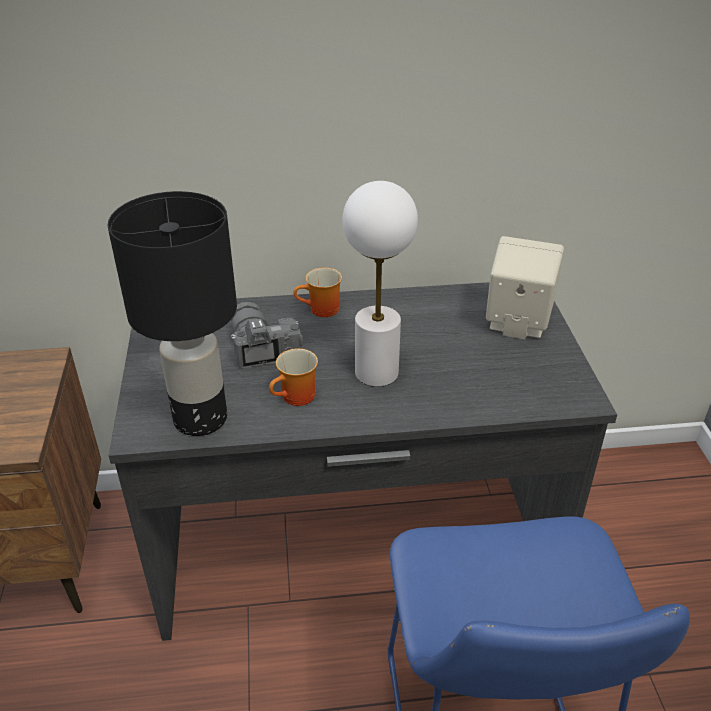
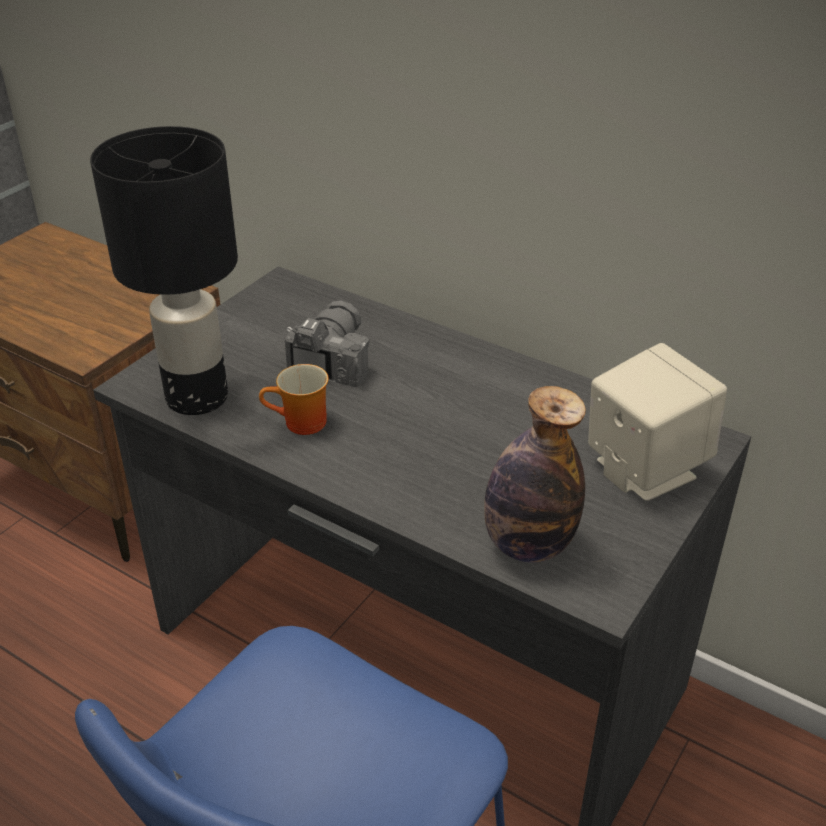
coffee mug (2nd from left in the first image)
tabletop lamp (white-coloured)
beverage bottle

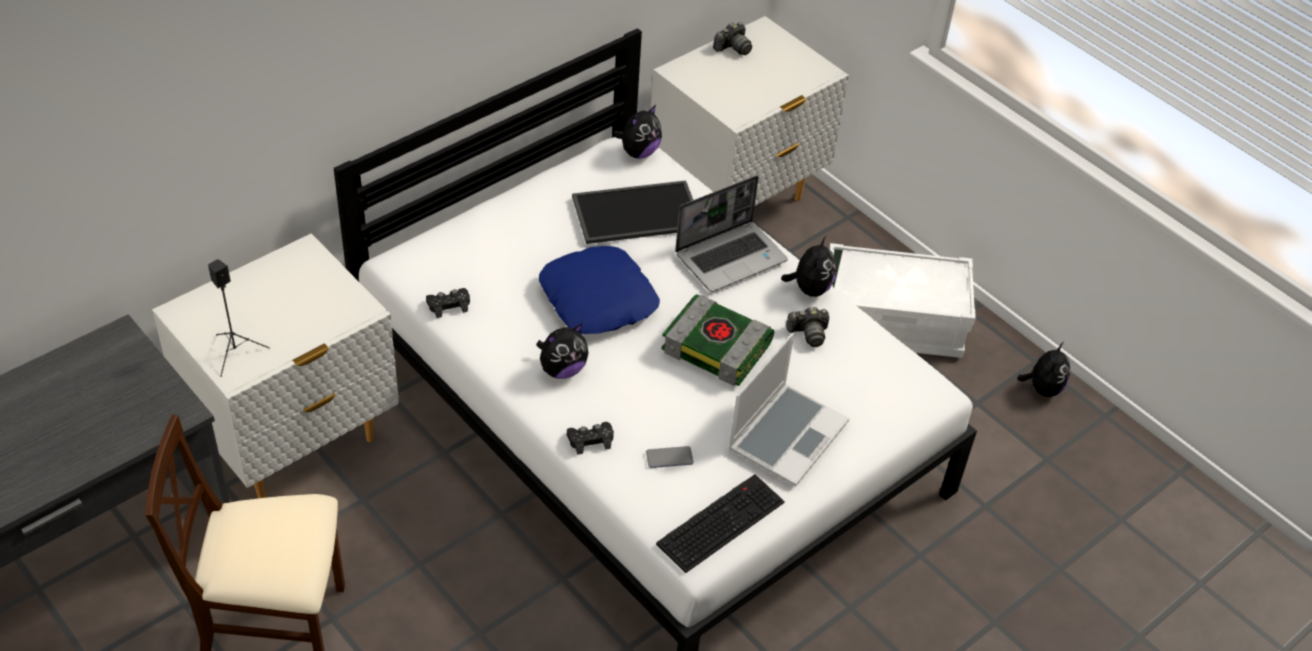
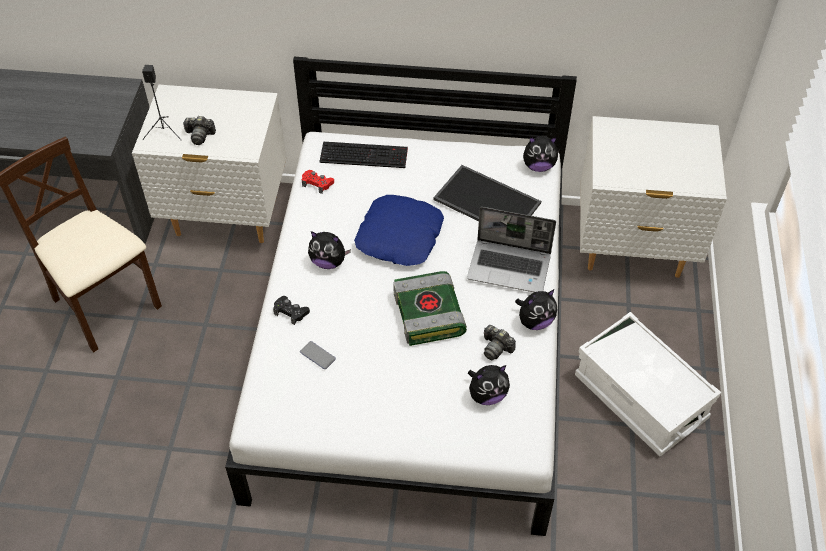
game controller (red-coloured)
PC keyboard
still camera (1st from left)
portable computer (2nd from left in the first image)
cuddly toy (2nd from left)

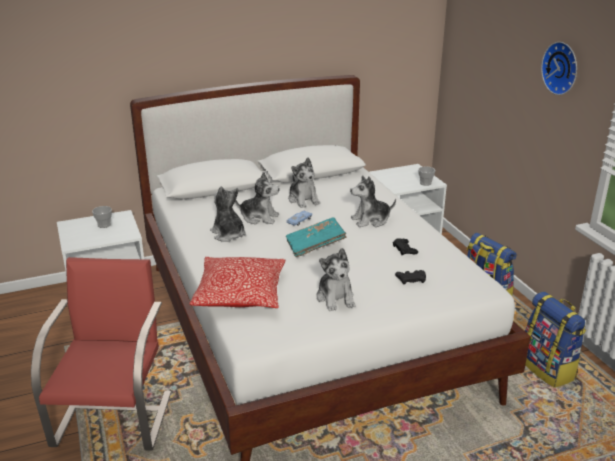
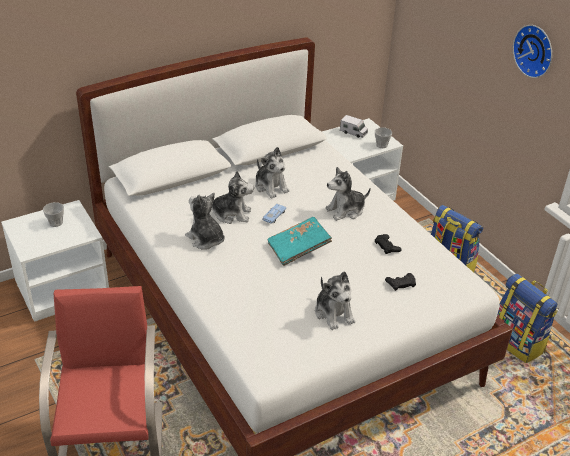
throw pillow
toy lorry

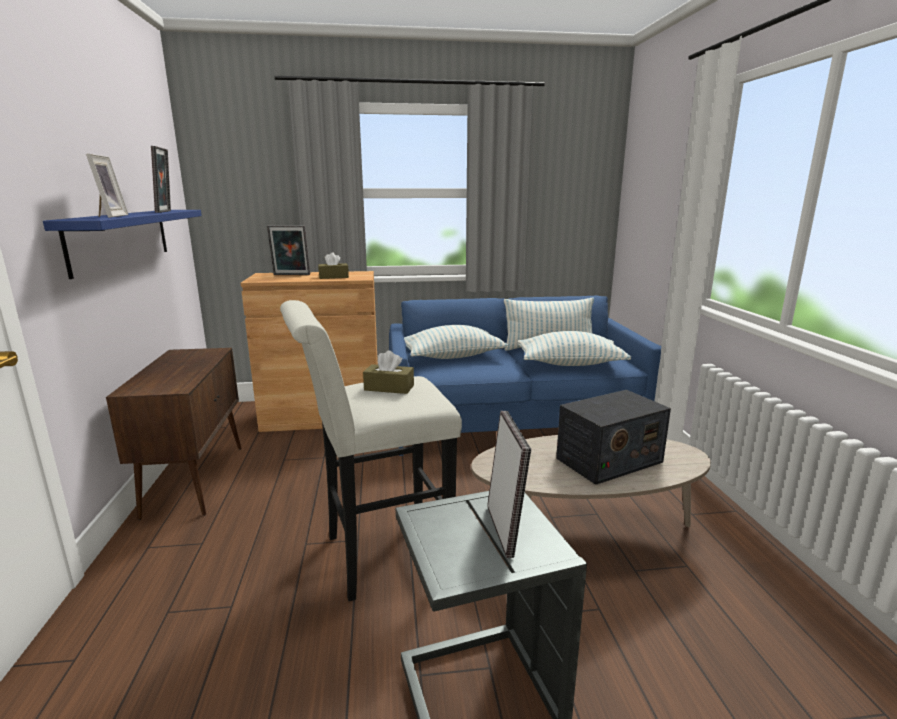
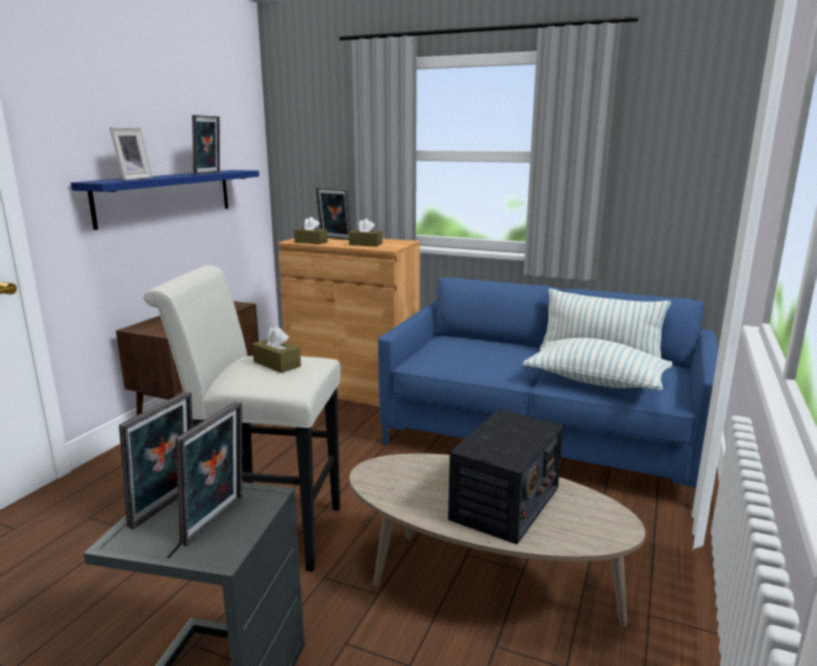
throw pillow (1st from left in the first image)
radio
picture frame (2nd from left)
tissue box (brownish) (2nd from left)

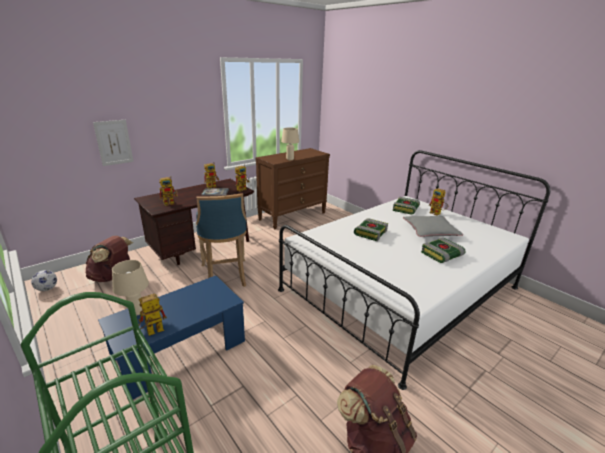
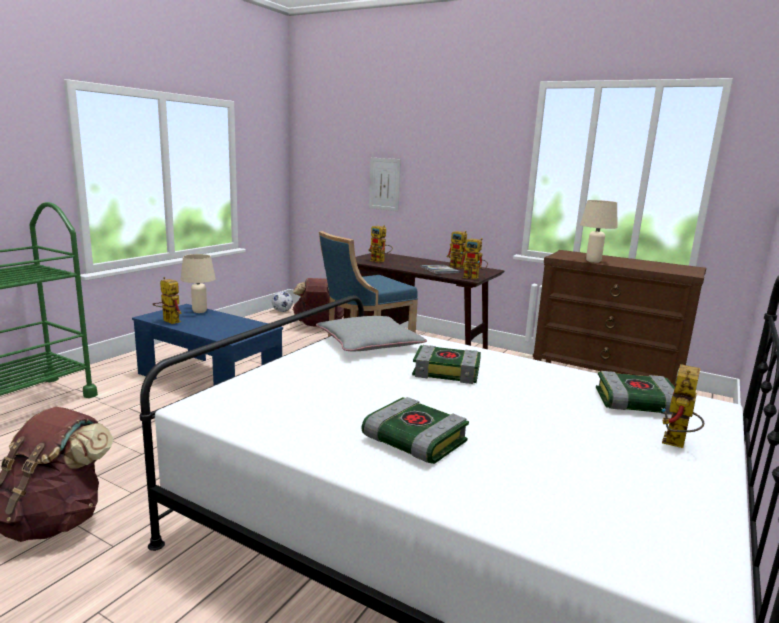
throw pillow (gray)

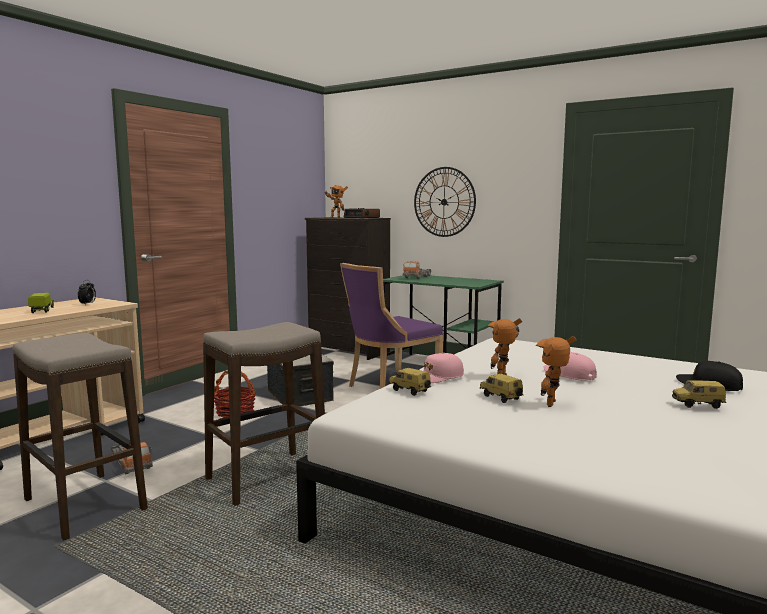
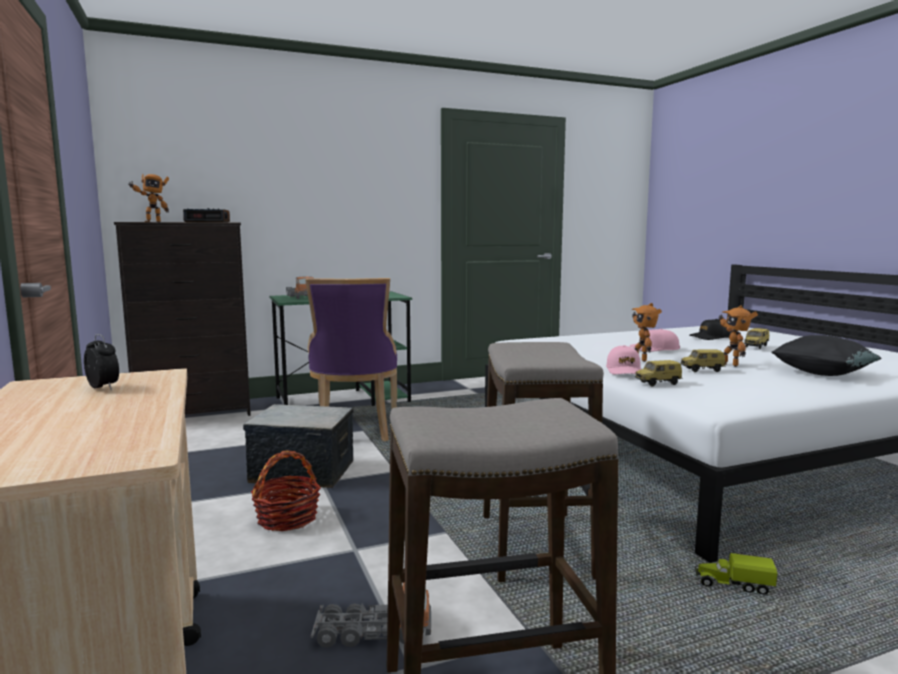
toy lorry (3rd from left)
hanging clock
throw pillow (blackish)

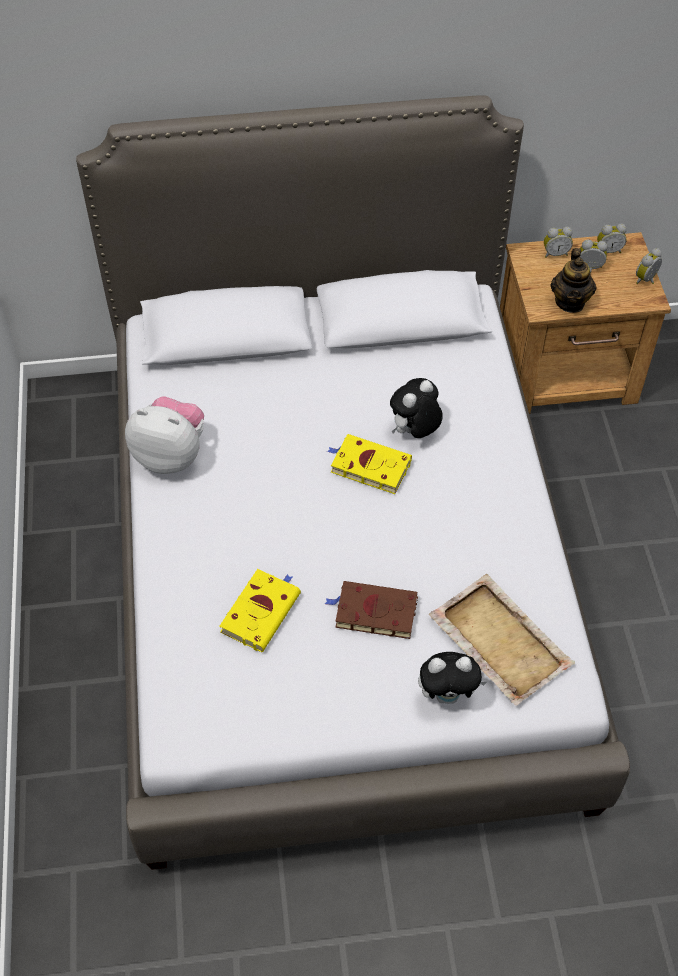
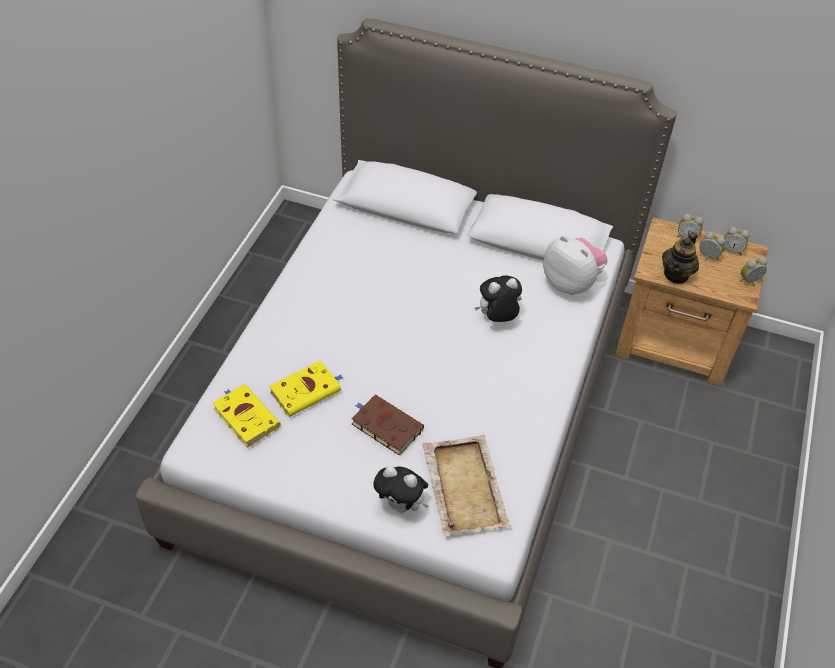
cuddly toy (3rd from left)
book (yellow) (1st from left)

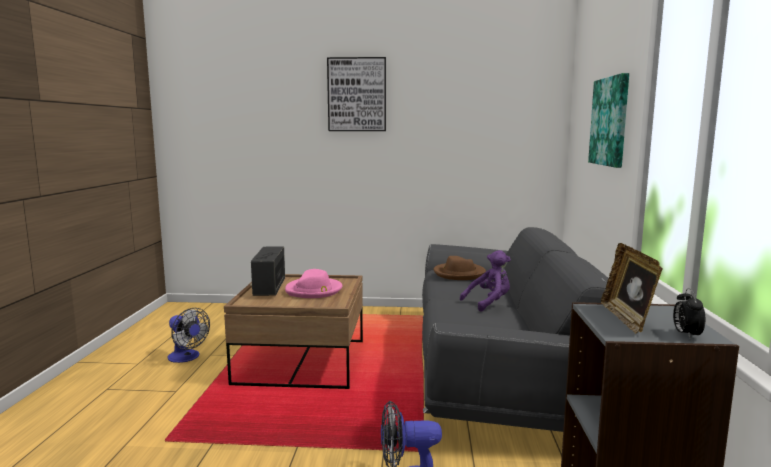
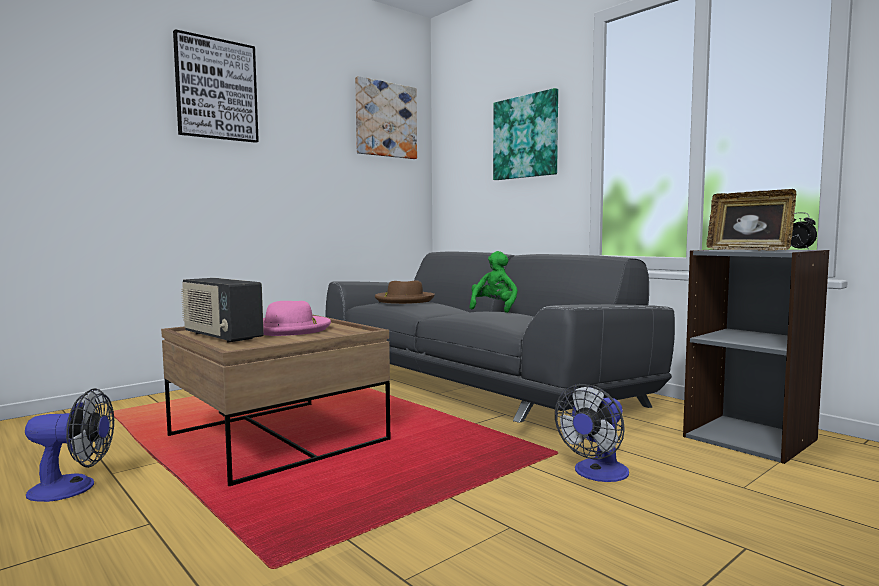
cuddly toy (greenish)
wall picture (2nd from left)

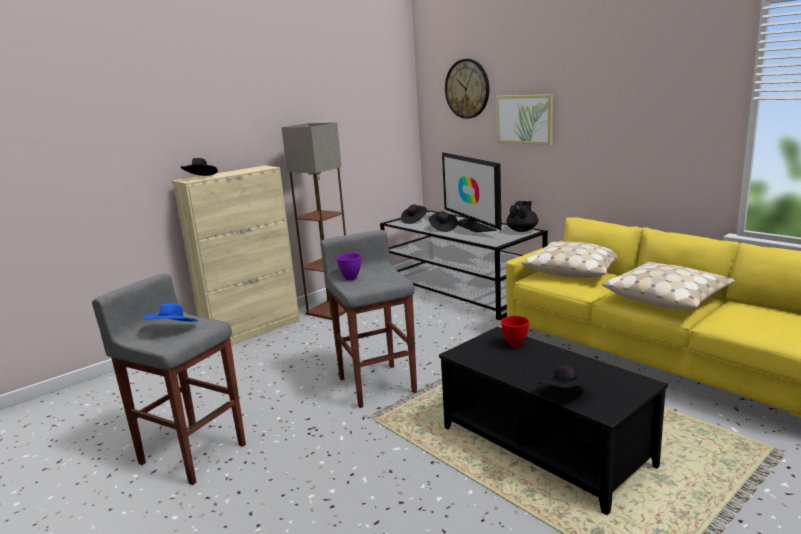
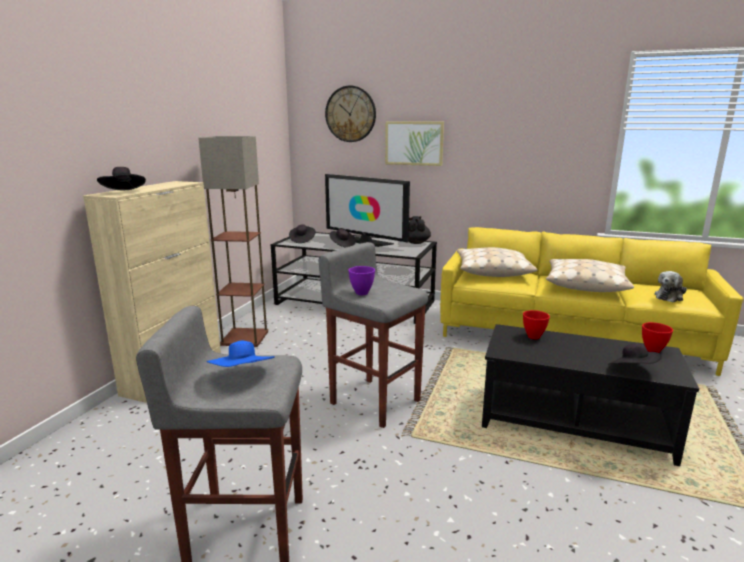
bowl (red-coloured) (2nd from left)
cuddly toy

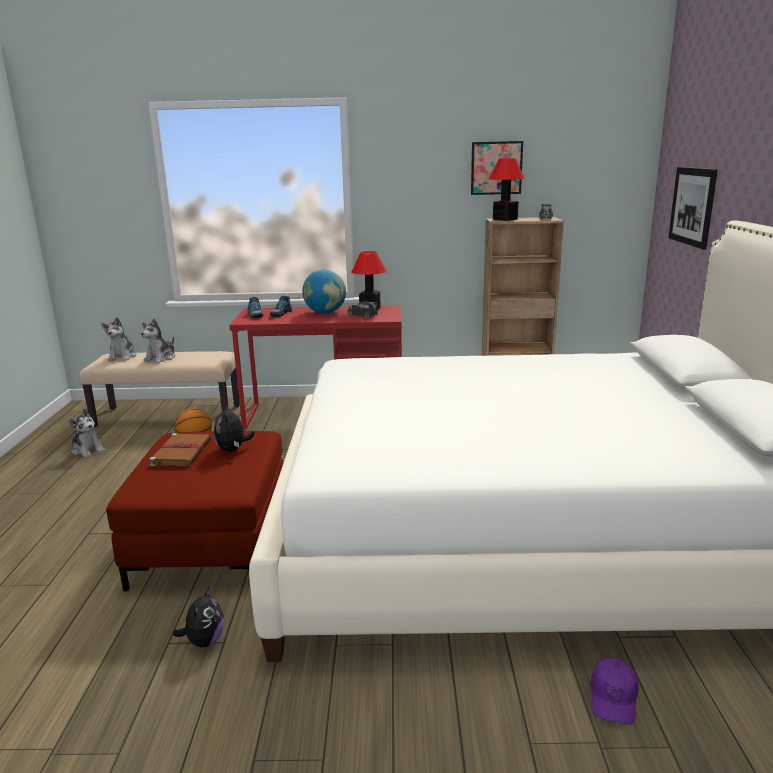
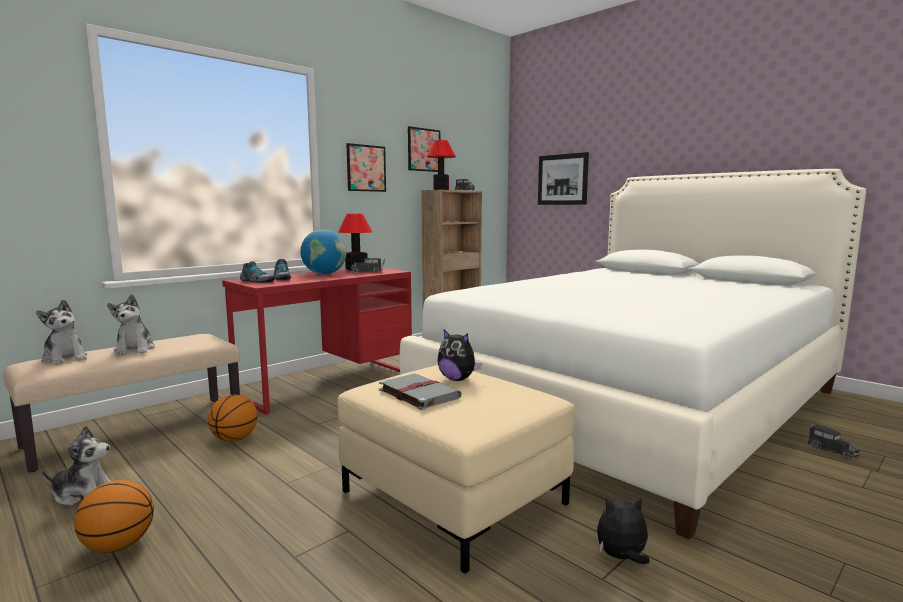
pouffe (beige)
book (gray)
cuddly toy (5th from left)
toy lorry (3rd from left)
basketball (1st from left)
wall picture (1st from left)

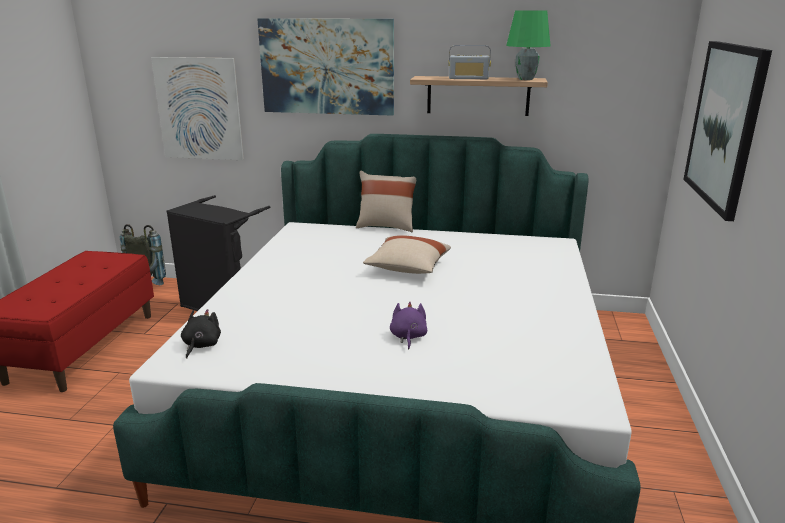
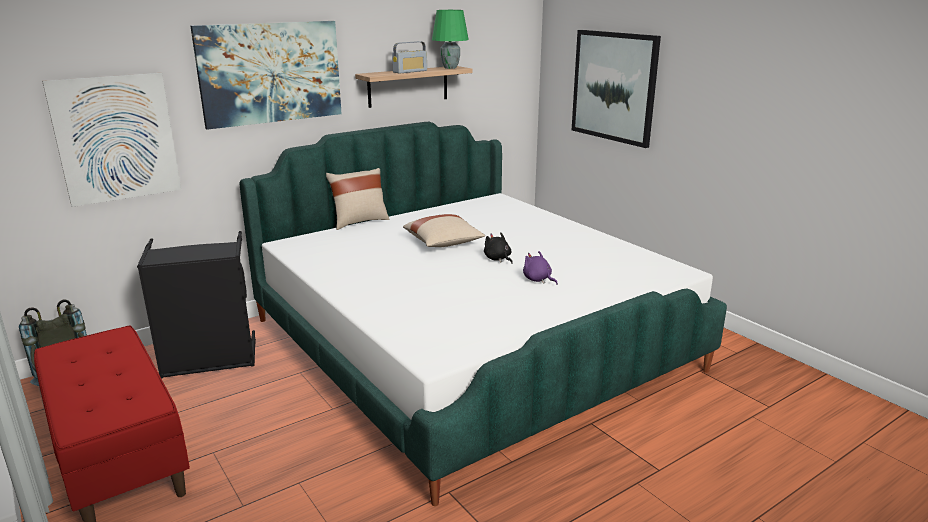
cuddly toy (blackish)

